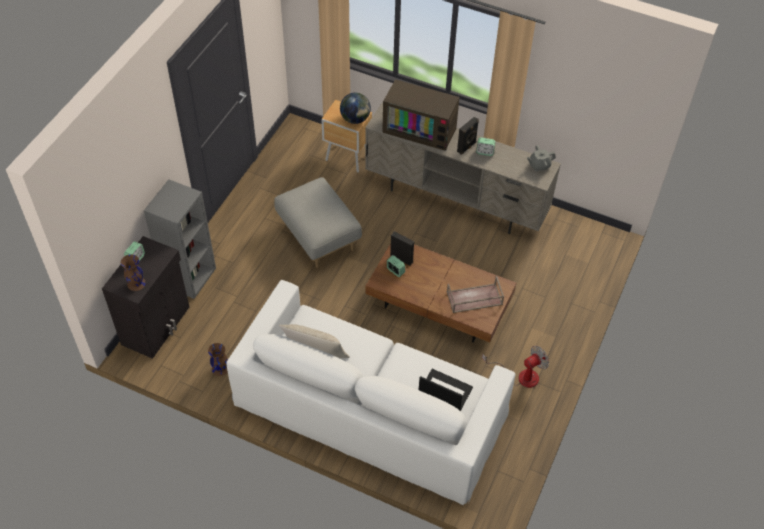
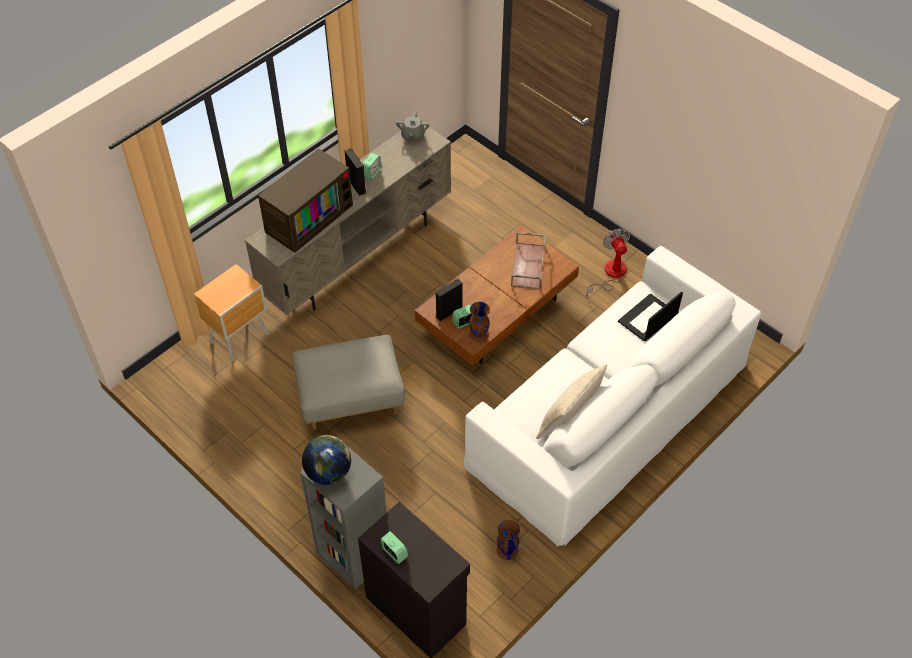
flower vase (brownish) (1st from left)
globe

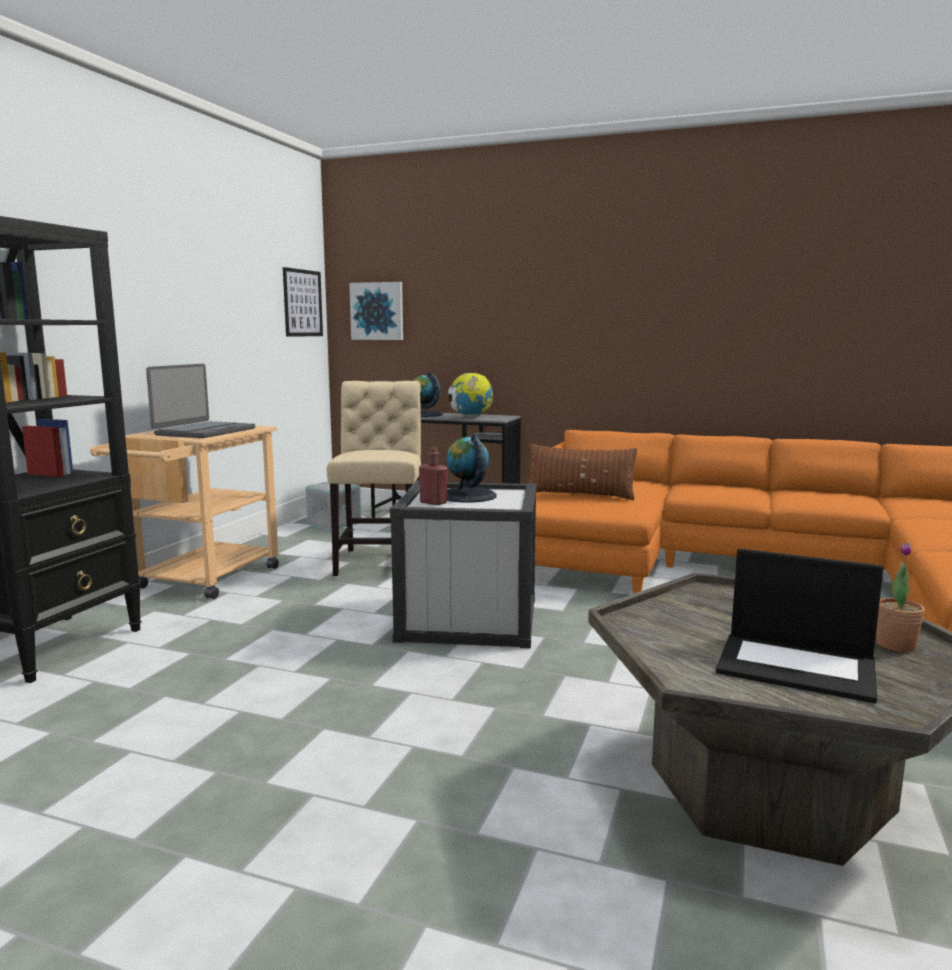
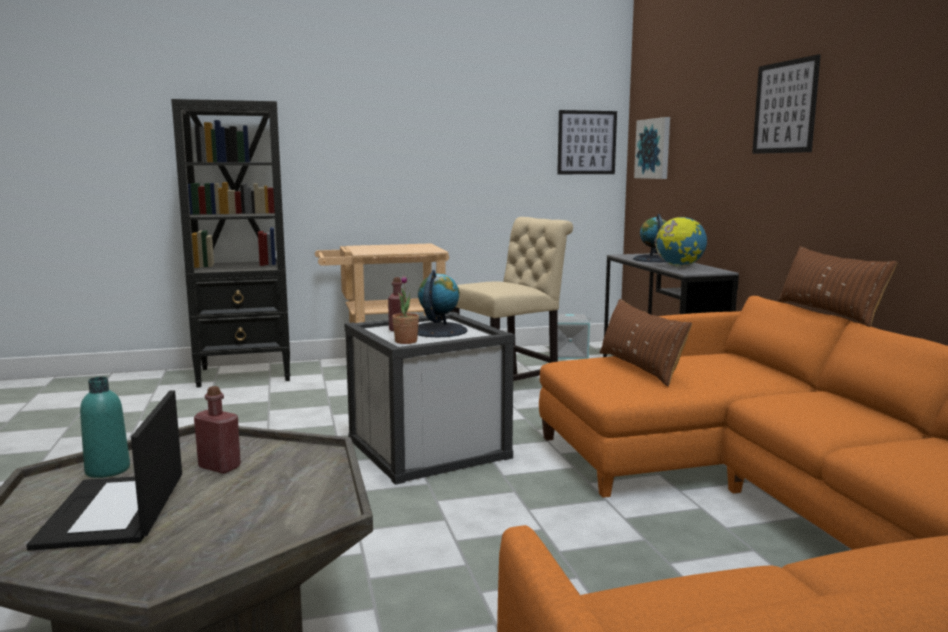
portable computer (1st from left in the first image)
potted plant
beverage bottle (blue-green)
beverage bottle (red-coloured) (1st from left)
wall picture (3rd from left)
throw pillow (brownish) (2nd from left)

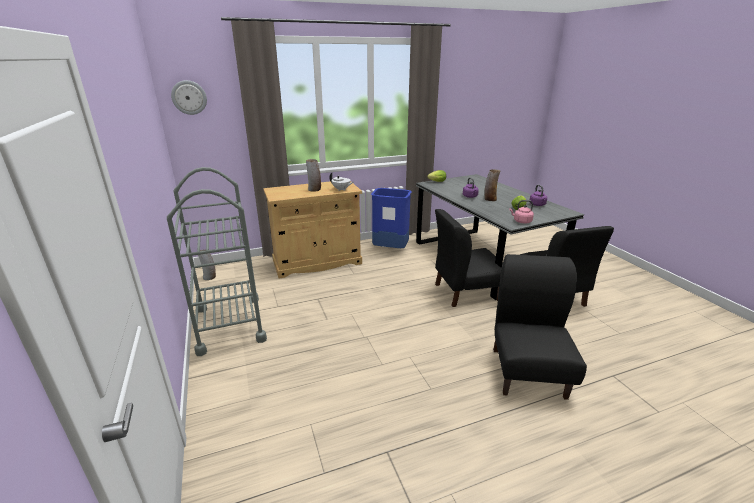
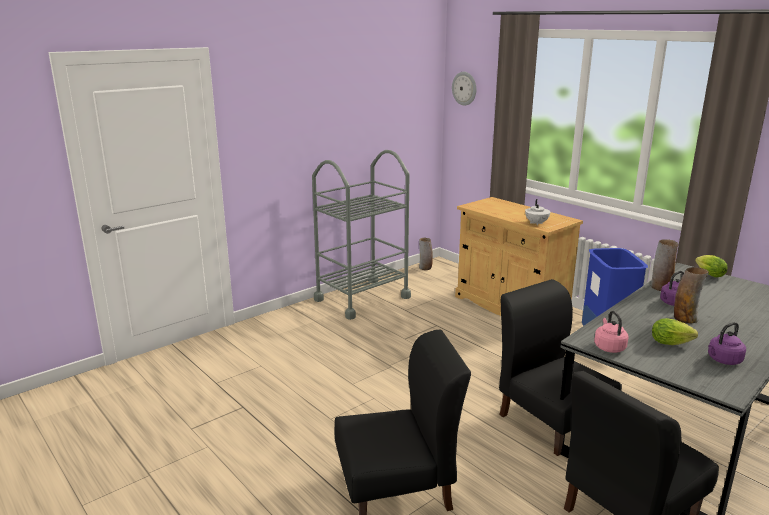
flower vase (2nd from left)

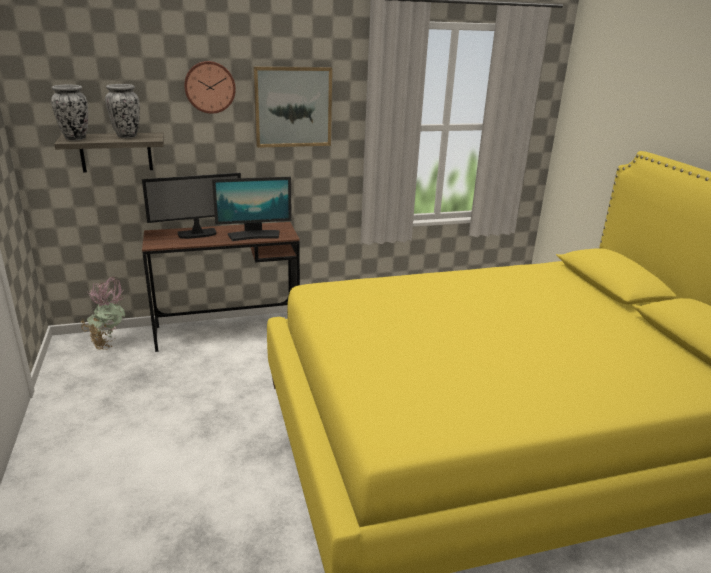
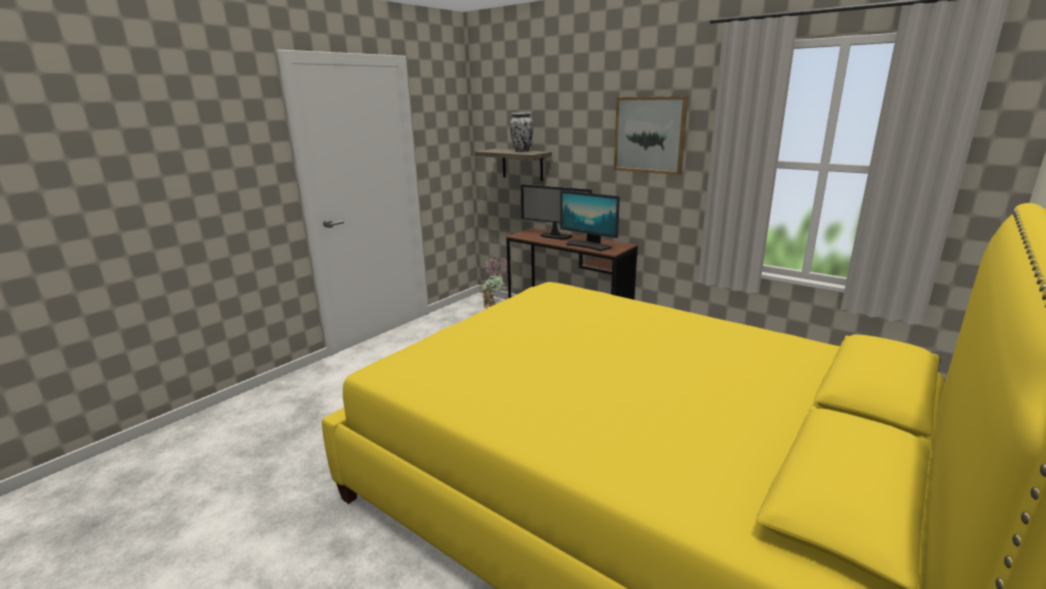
flower vase (1st from left in the first image)
hanging clock

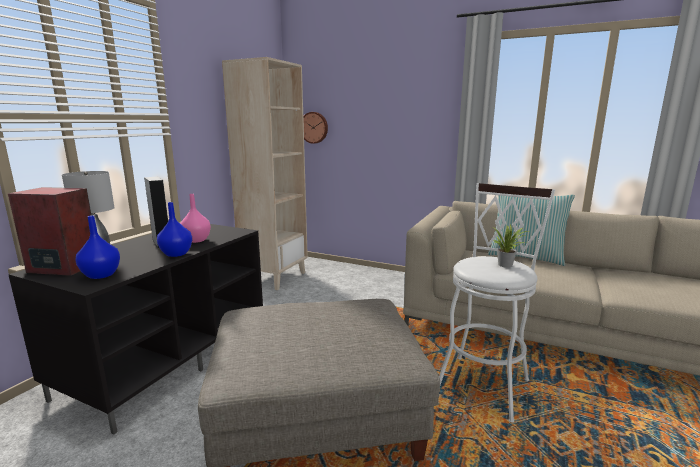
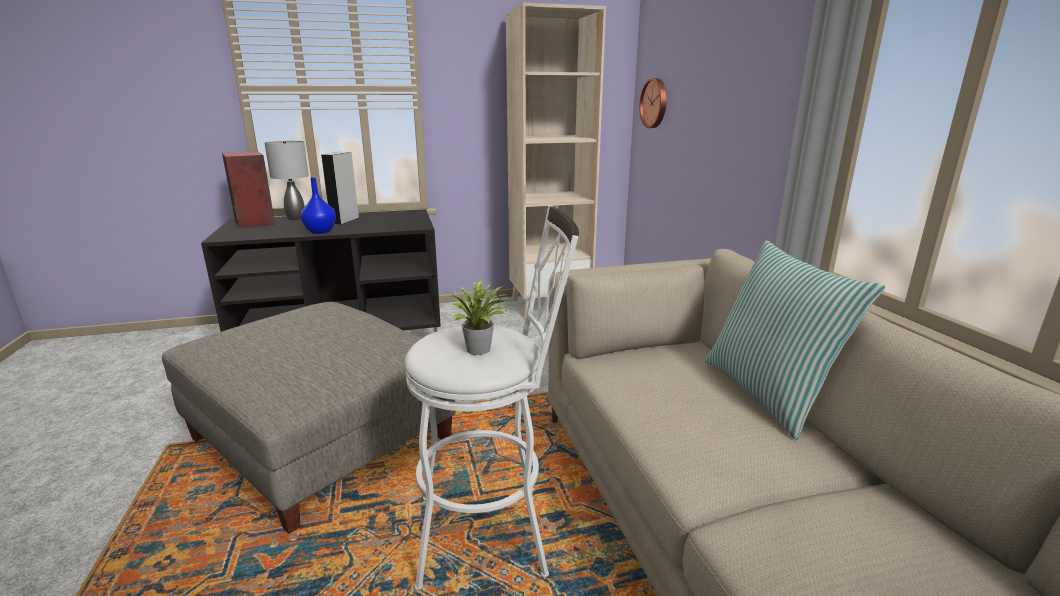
flower vase (blue-coloured) (1st from left in the first image)
flower vase (pink)

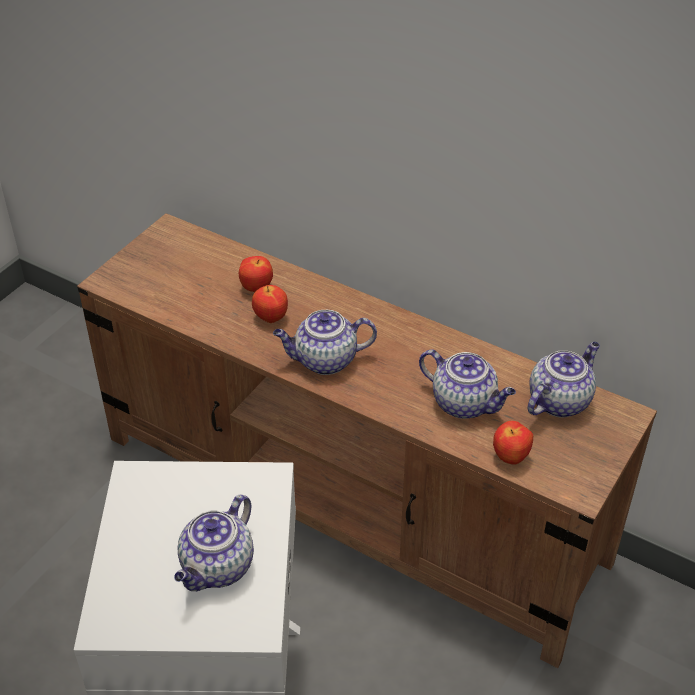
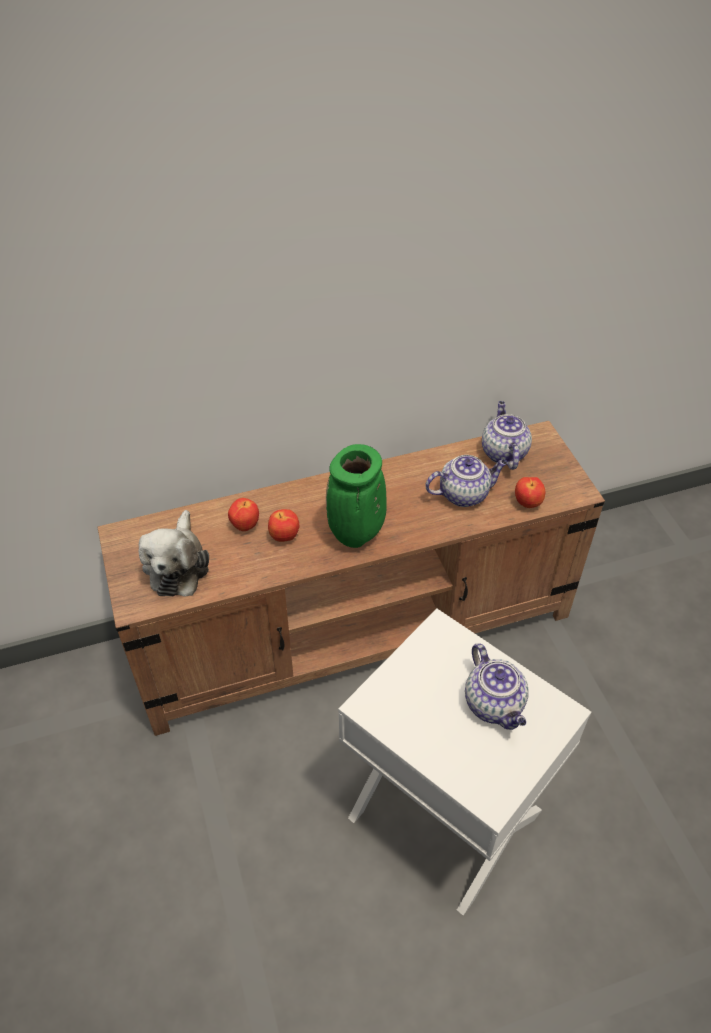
flower vase (greenish)
cuddly toy

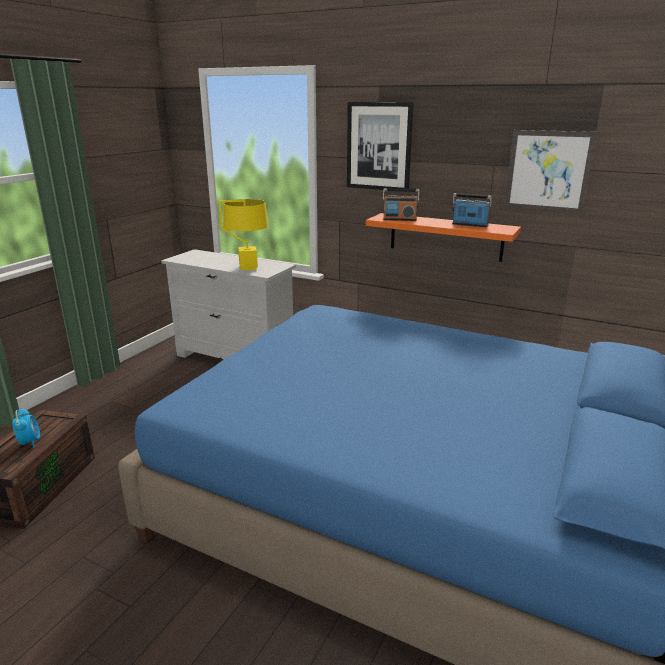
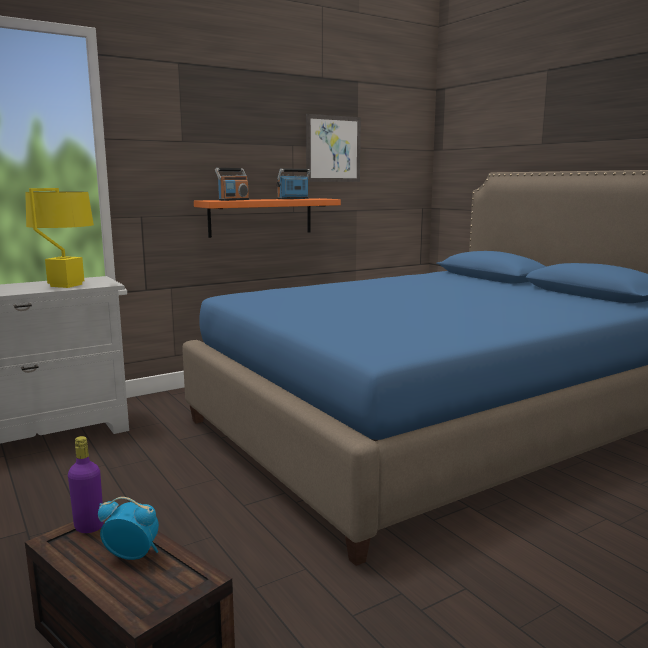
wall picture (1st from left in the first image)
beverage bottle (purple)

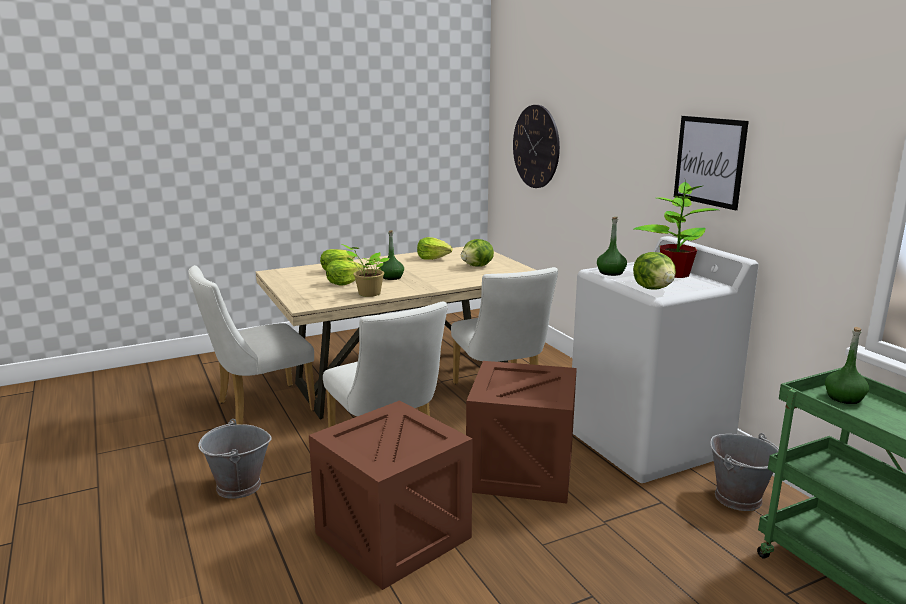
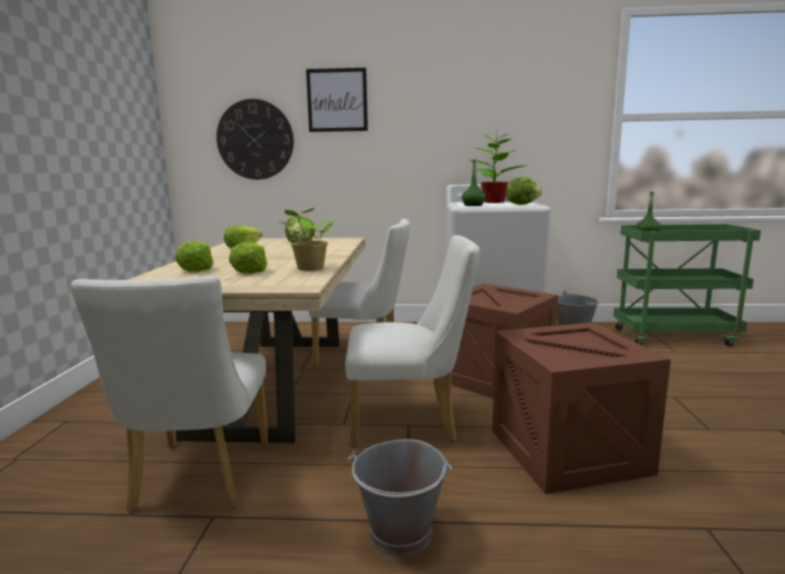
beverage bottle (greenish) (1st from left in the first image)
wall picture

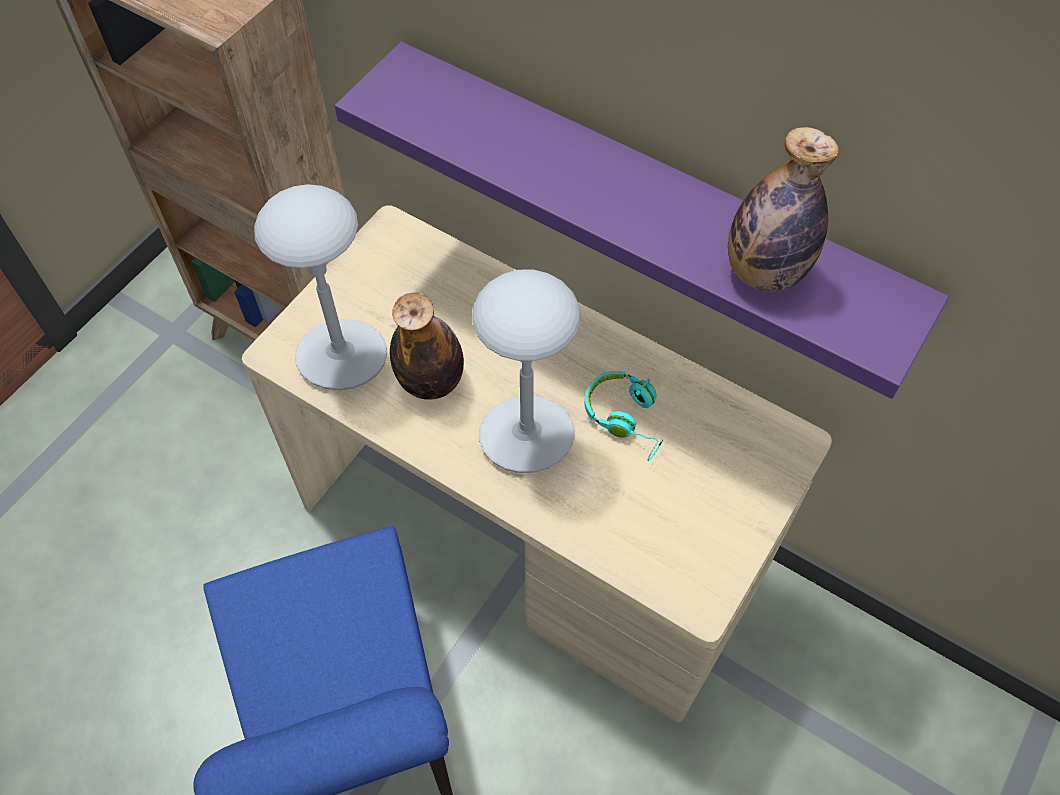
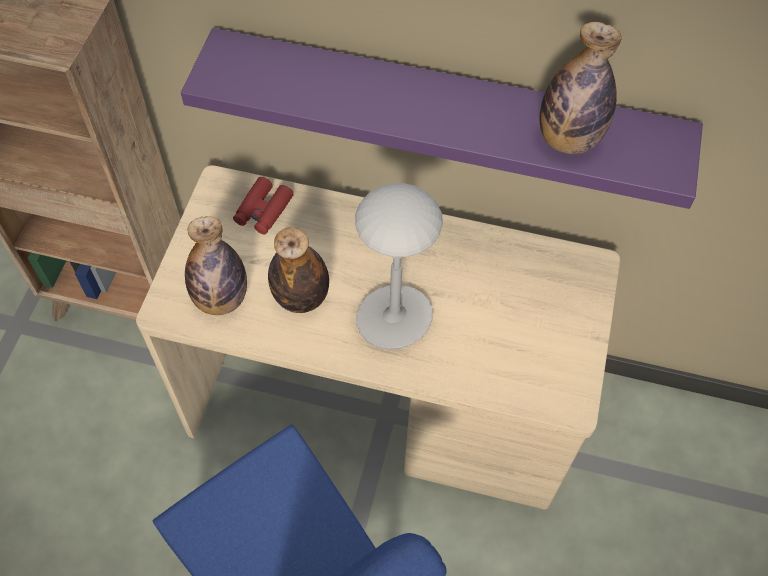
beverage bottle (1st from left)
headphones (blue-green)
binoculars (red-coloured)

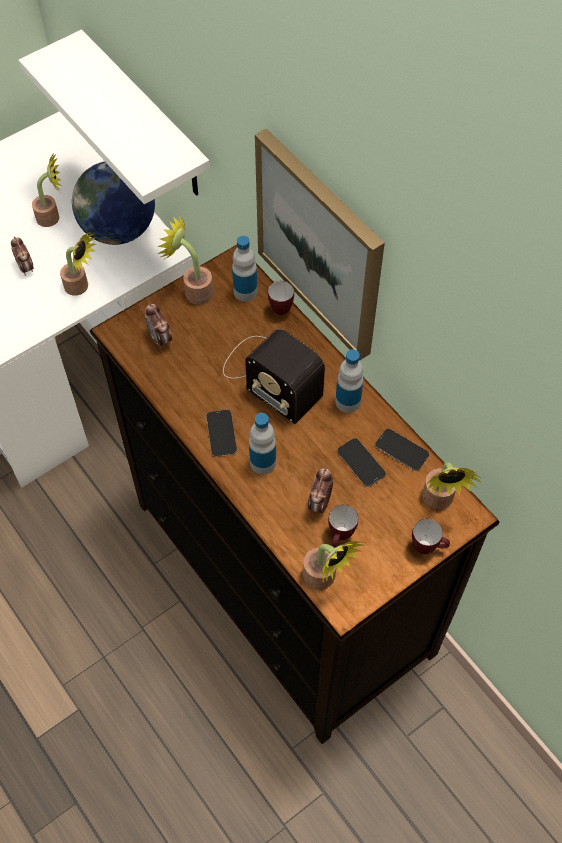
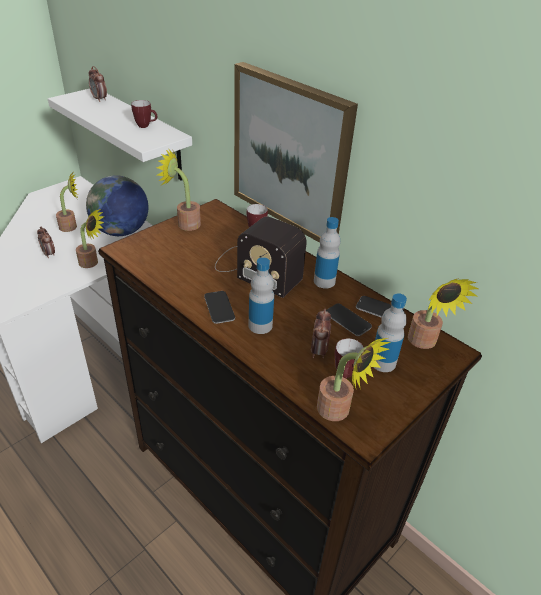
bedside clock (2nd from left)
beverage bottle (3rd from left)
coffee mug (1st from left)

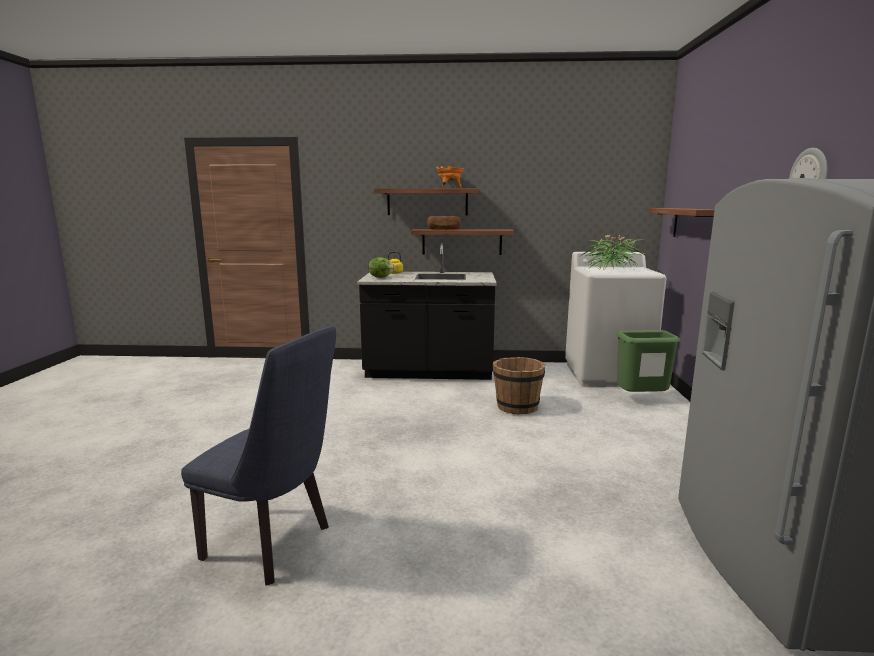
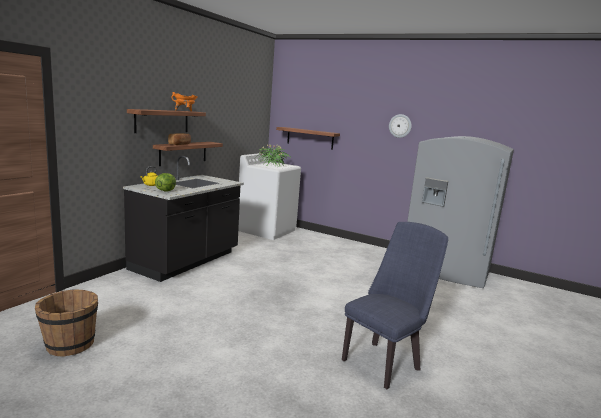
pail (brownish)
rubbish bin (greenish)

